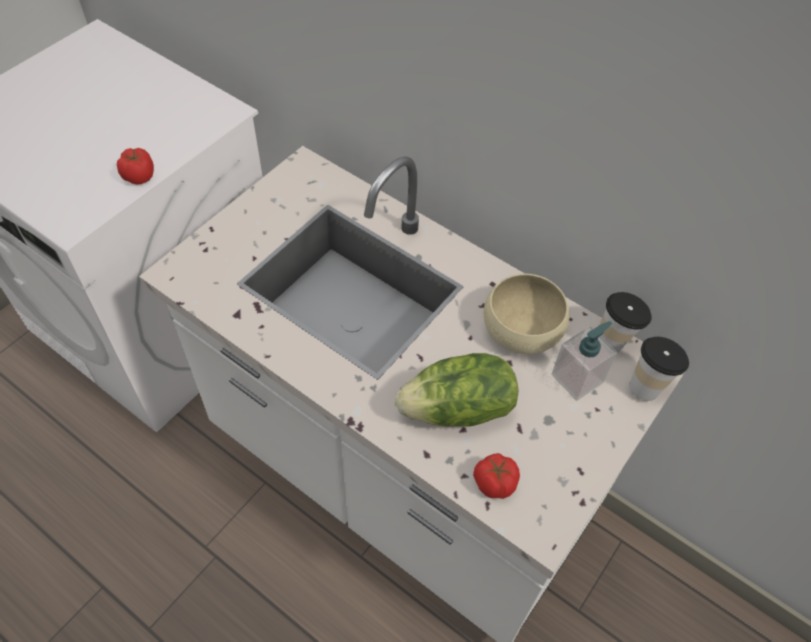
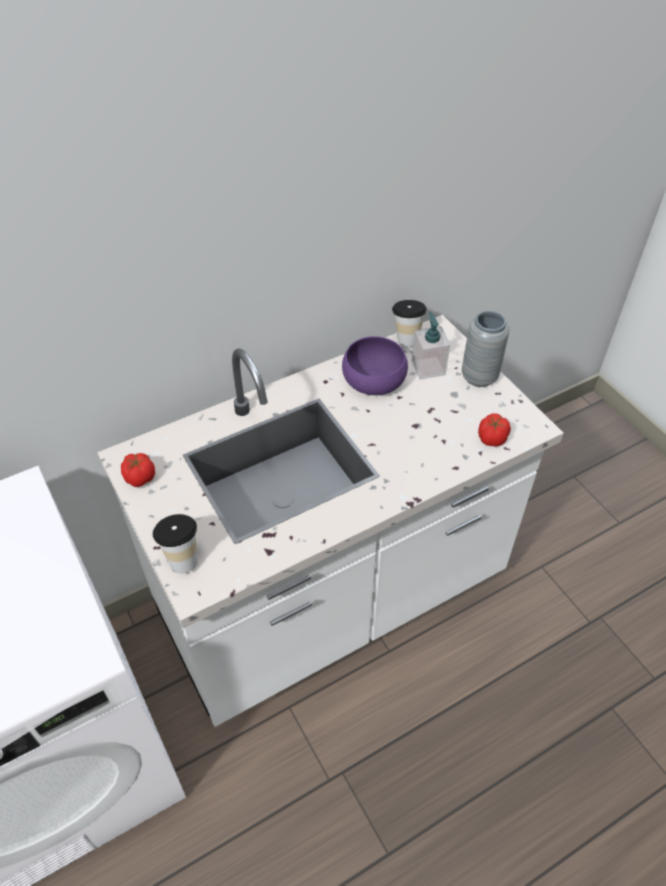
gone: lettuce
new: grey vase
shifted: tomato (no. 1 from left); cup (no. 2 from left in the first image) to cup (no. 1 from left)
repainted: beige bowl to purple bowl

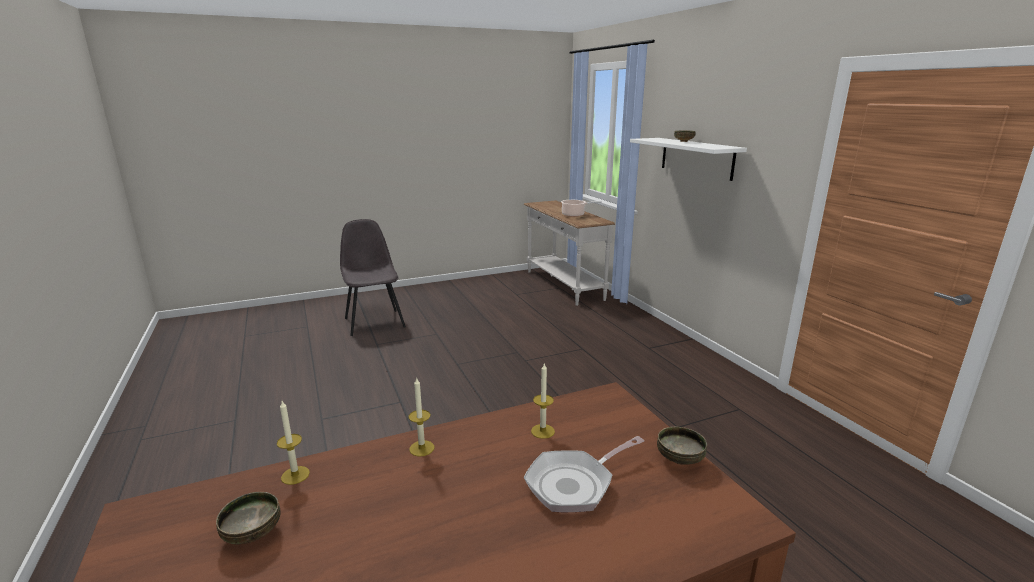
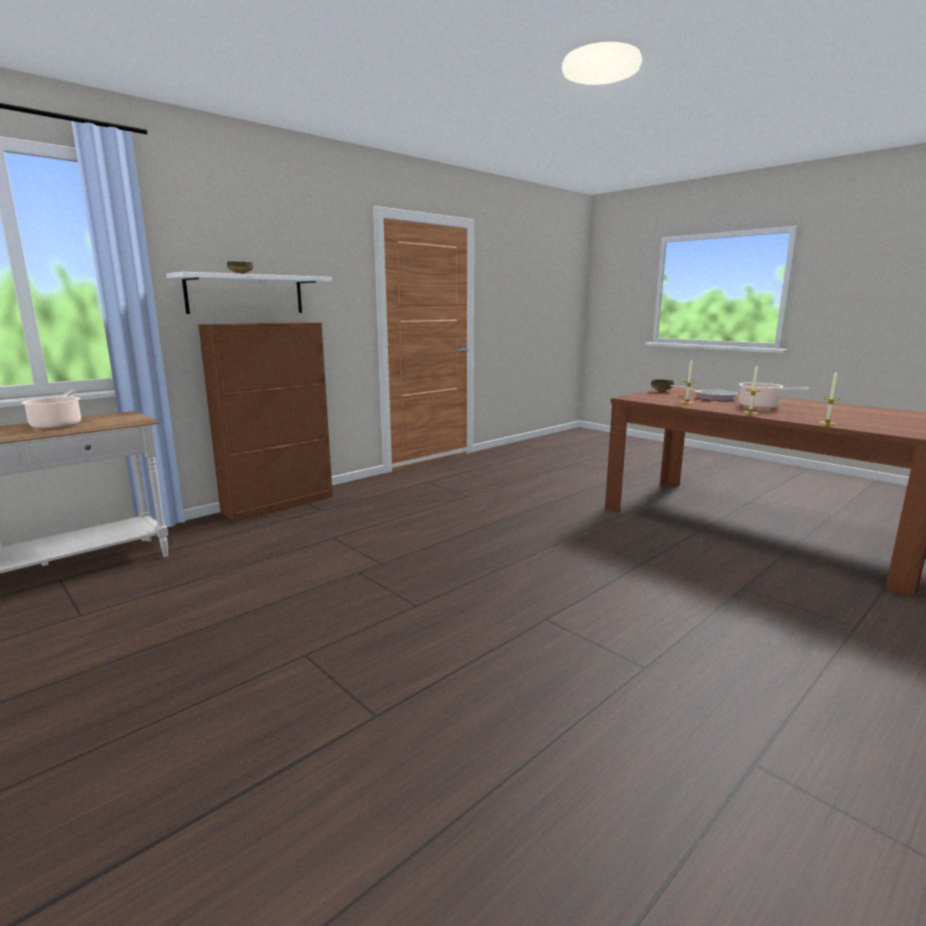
gone: bowl (no. 1 from left); grey chair
new: brown cabinet; cooking pot (no. 2 from left)

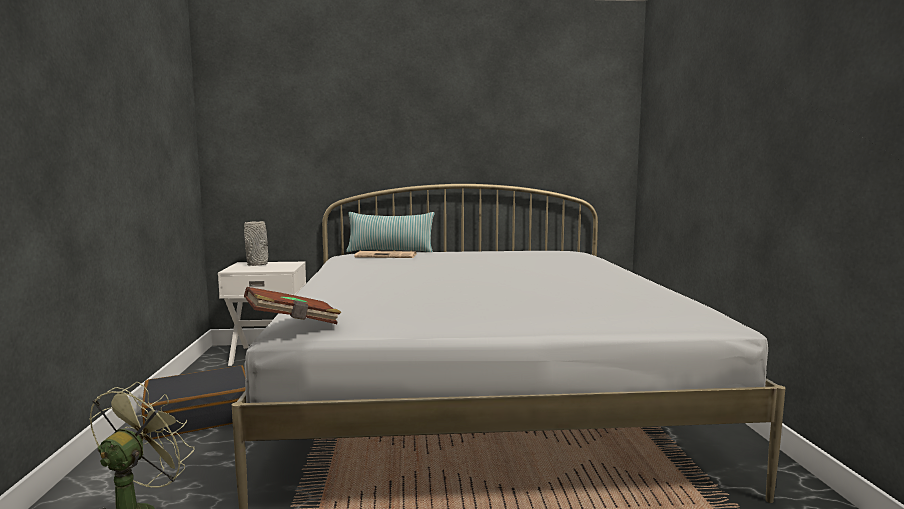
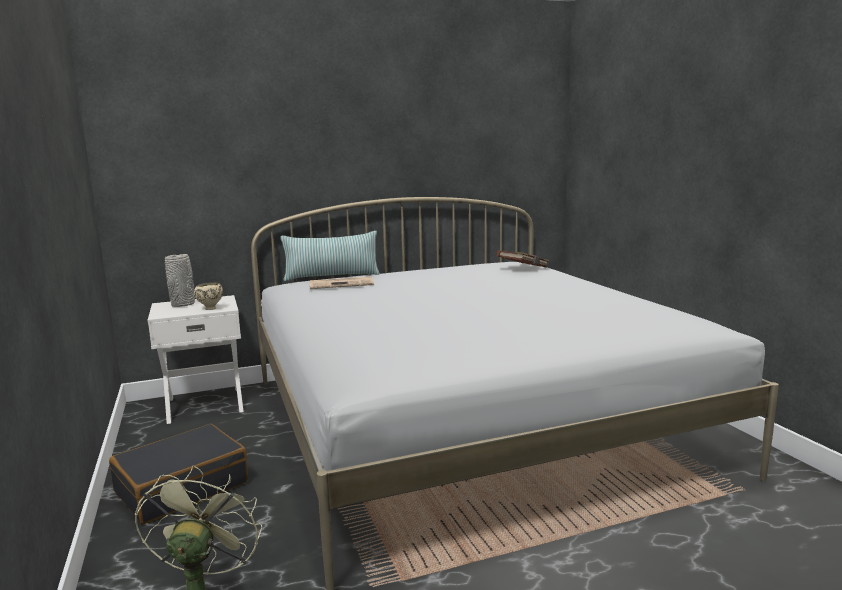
new: beige bowl
shifted: brown book

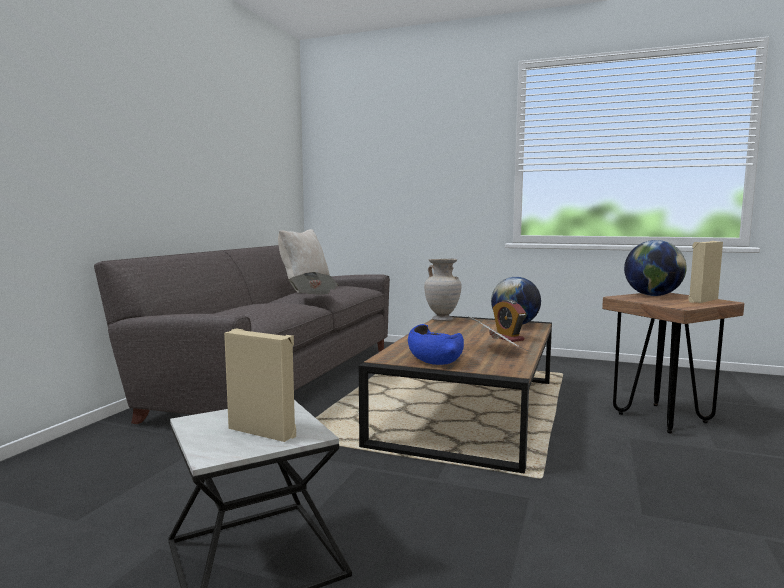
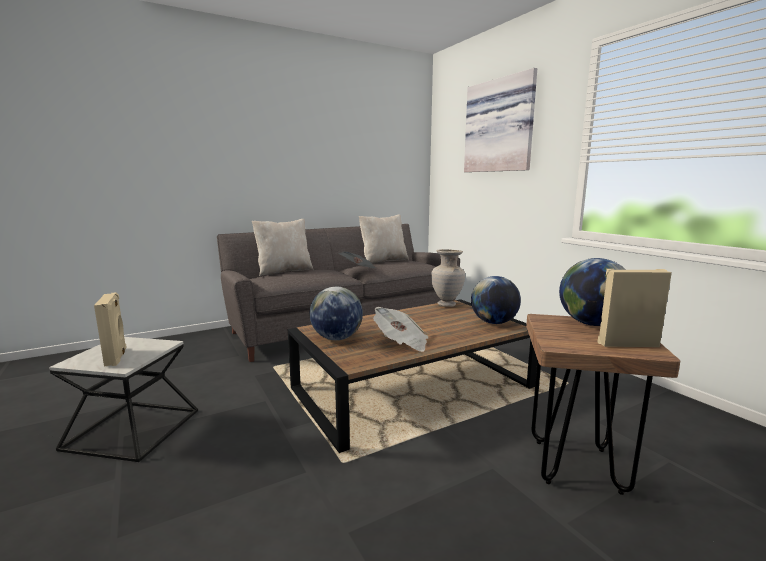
gone: alarm clock
new: beige pillow (no. 1 from left); picture
swapped: blue bowl to globe (no. 1 from left)

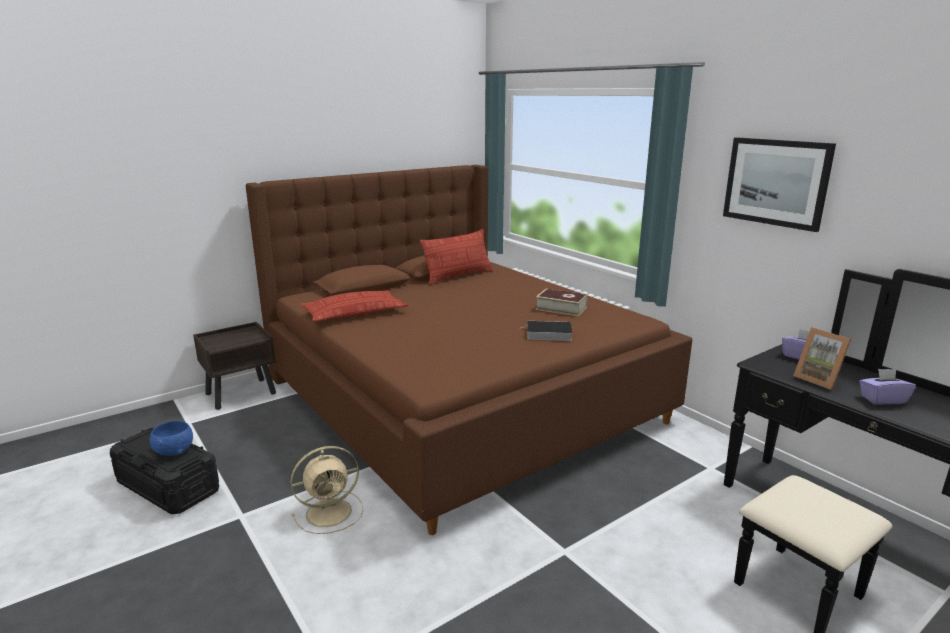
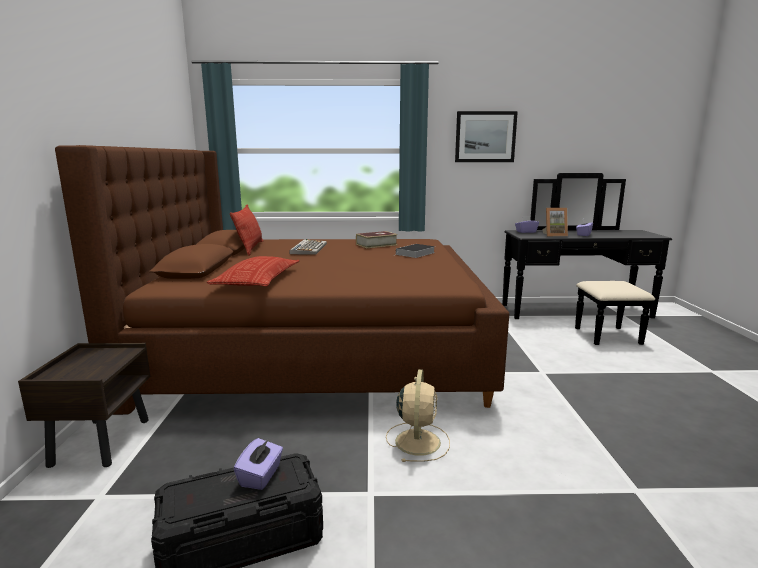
new: keyboard
swapped: blue bowl to purple tissue box (no. 1 from left)

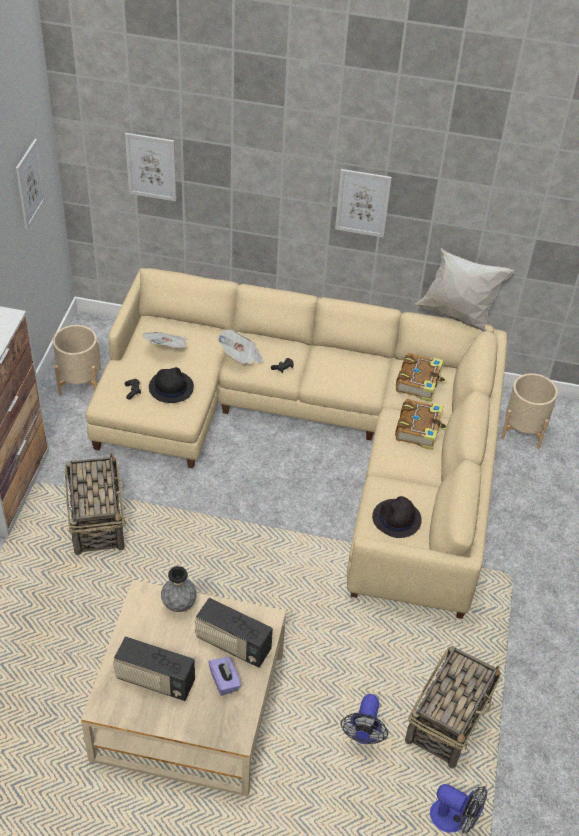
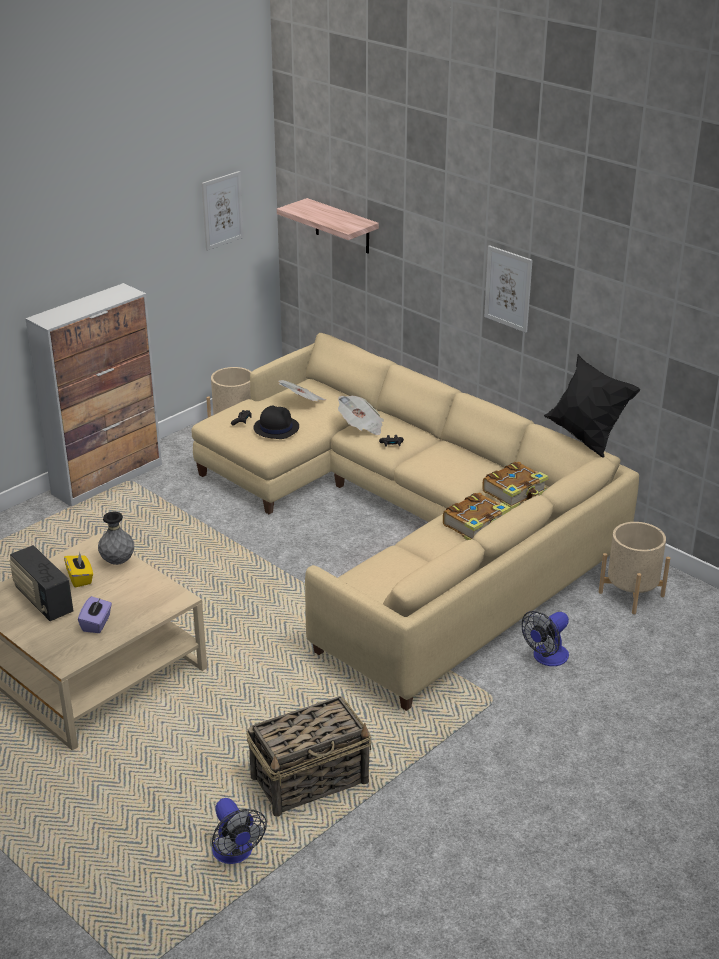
gone: basket (no. 1 from left); radio (no. 2 from left); black hat (no. 2 from left)
new: yellow tissue box
shifted: fan (no. 1 from left in the first image) to fan (no. 2 from left)
swapped: picture (no. 2 from left) to shelf
repainted: white pillow to black pillow

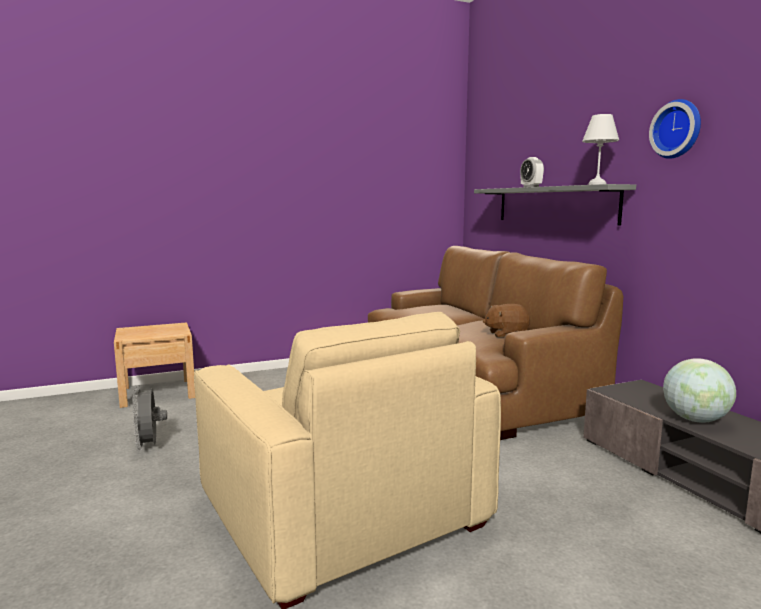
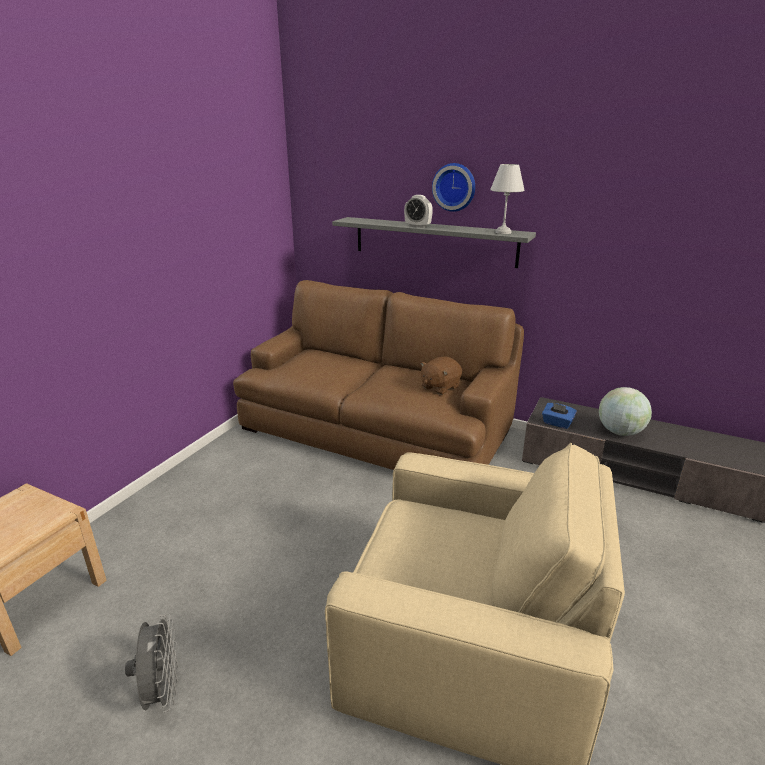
new: blue tissue box
shifted: wall clock
rotated: grey fan 135 degrees counterclockwise

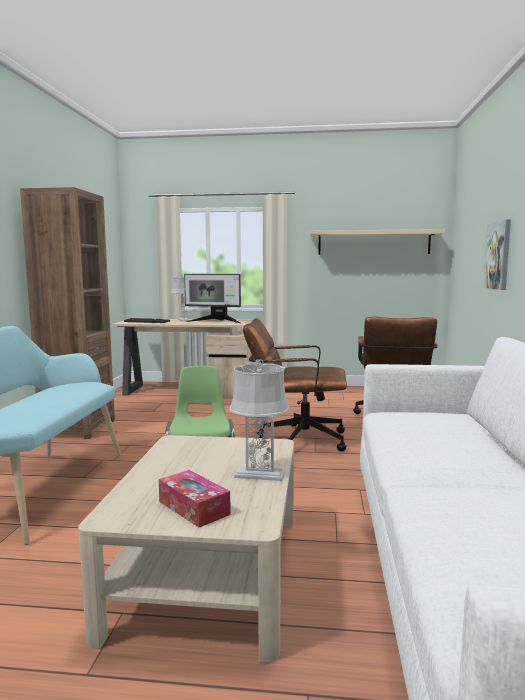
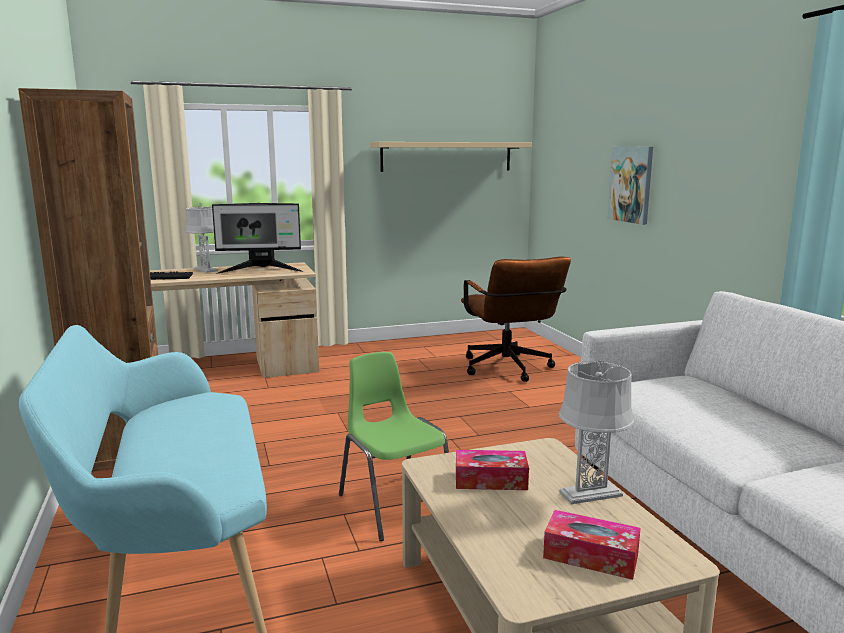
gone: brown office chair (no. 1 from left)
new: tissue box (no. 1 from left)

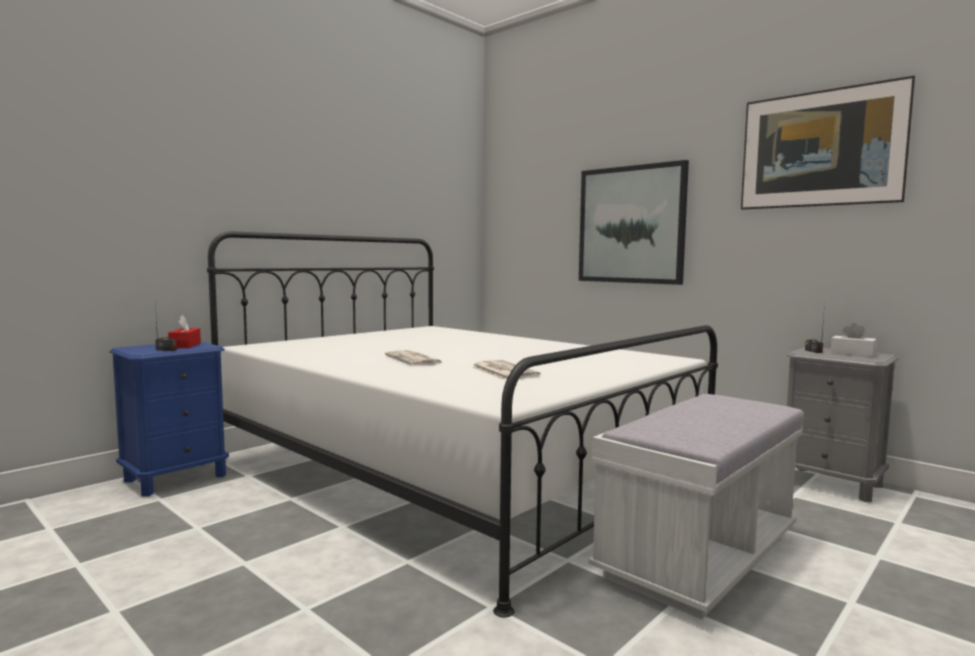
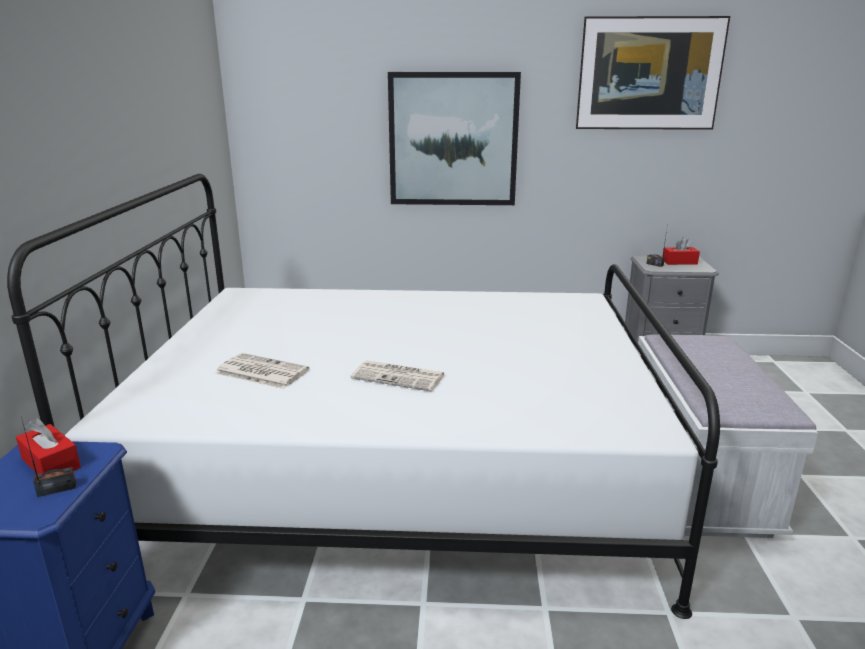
shifted: newspaper (no. 2 from left in the first image) to newspaper (no. 1 from left)
repainted: white tissue box to red tissue box (no. 2 from left)

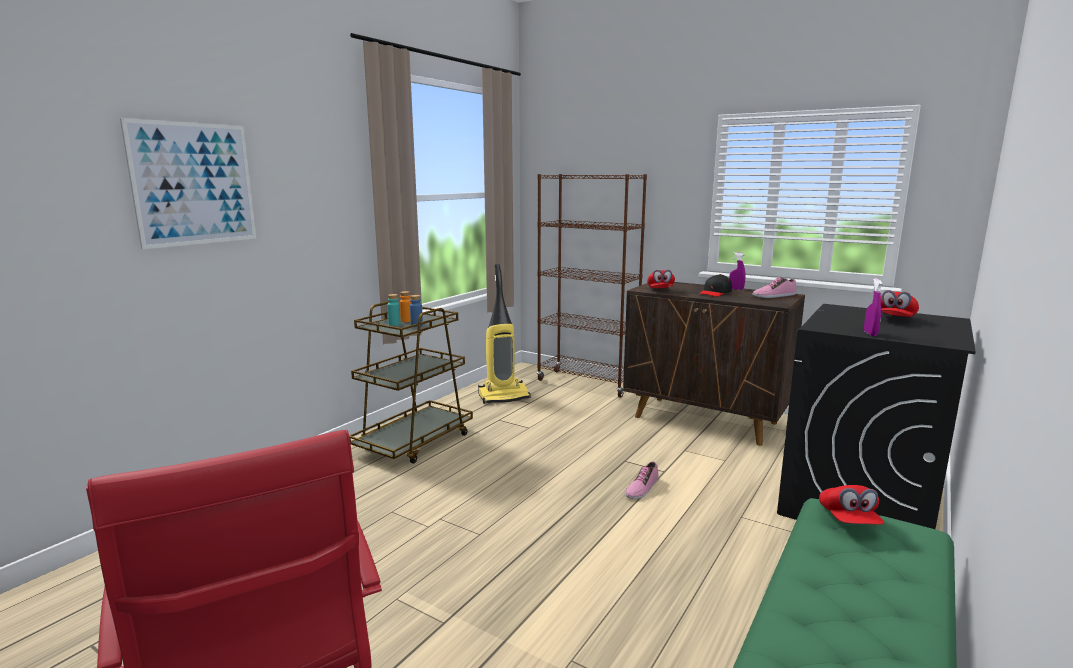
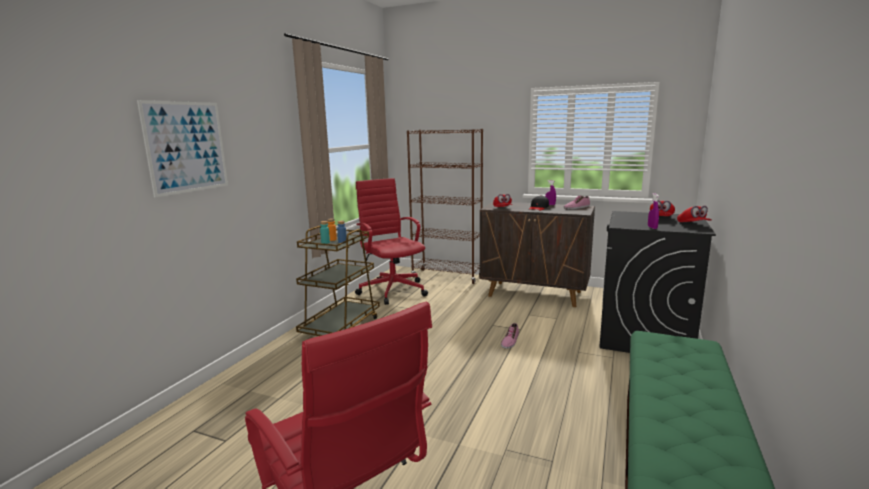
shifted: red cap (no. 2 from left in the first image) to red cap (no. 3 from left)
swapped: vacuum cleaner to red office chair (no. 2 from left)

